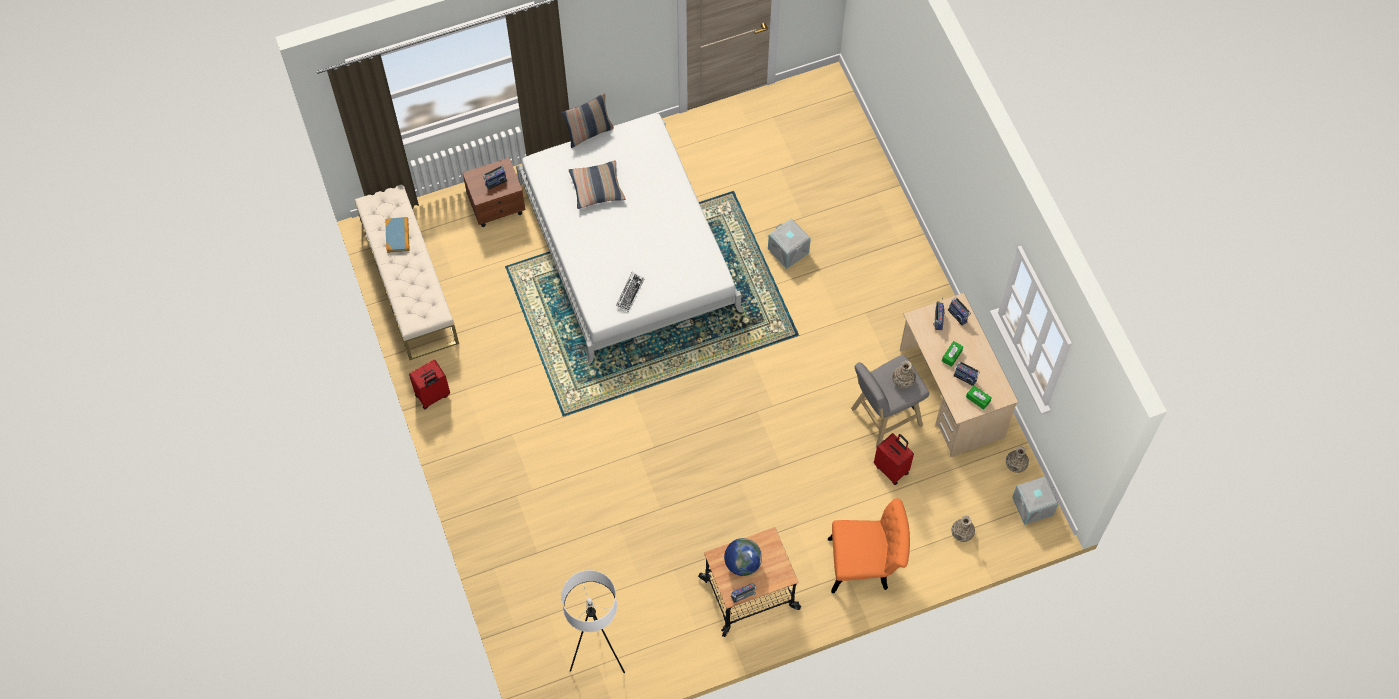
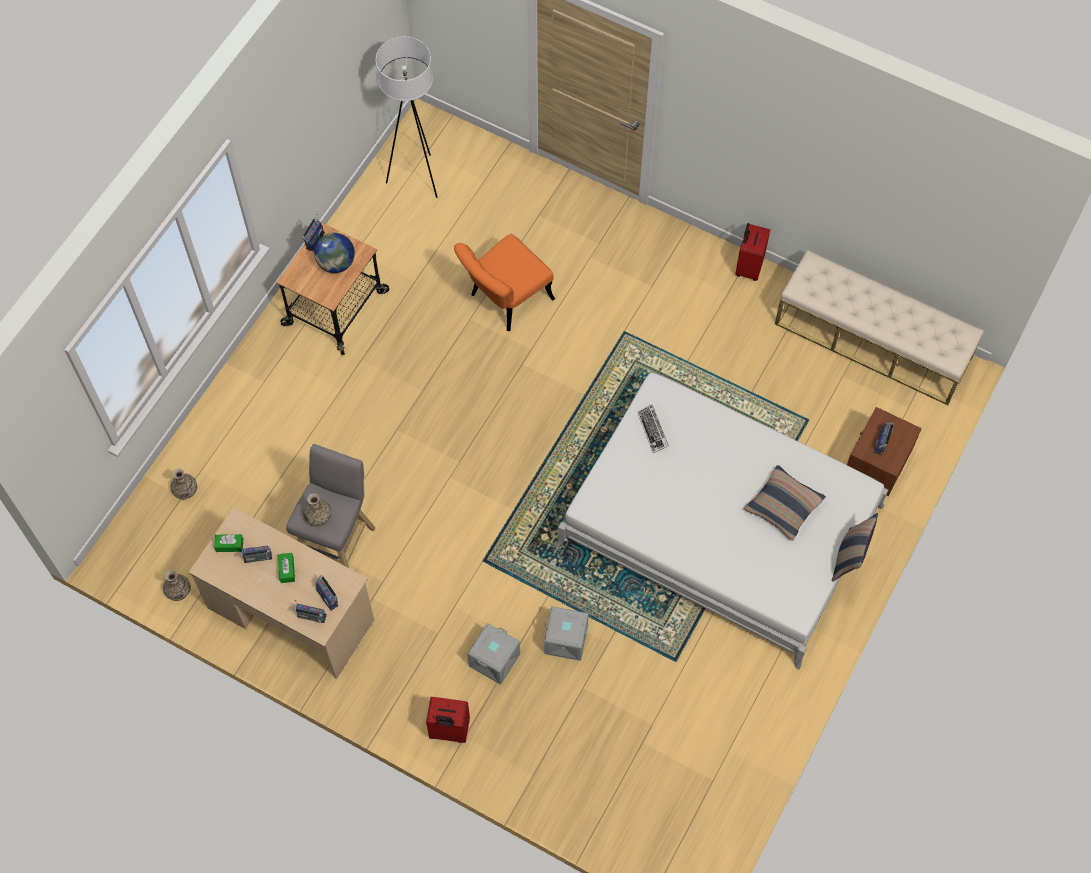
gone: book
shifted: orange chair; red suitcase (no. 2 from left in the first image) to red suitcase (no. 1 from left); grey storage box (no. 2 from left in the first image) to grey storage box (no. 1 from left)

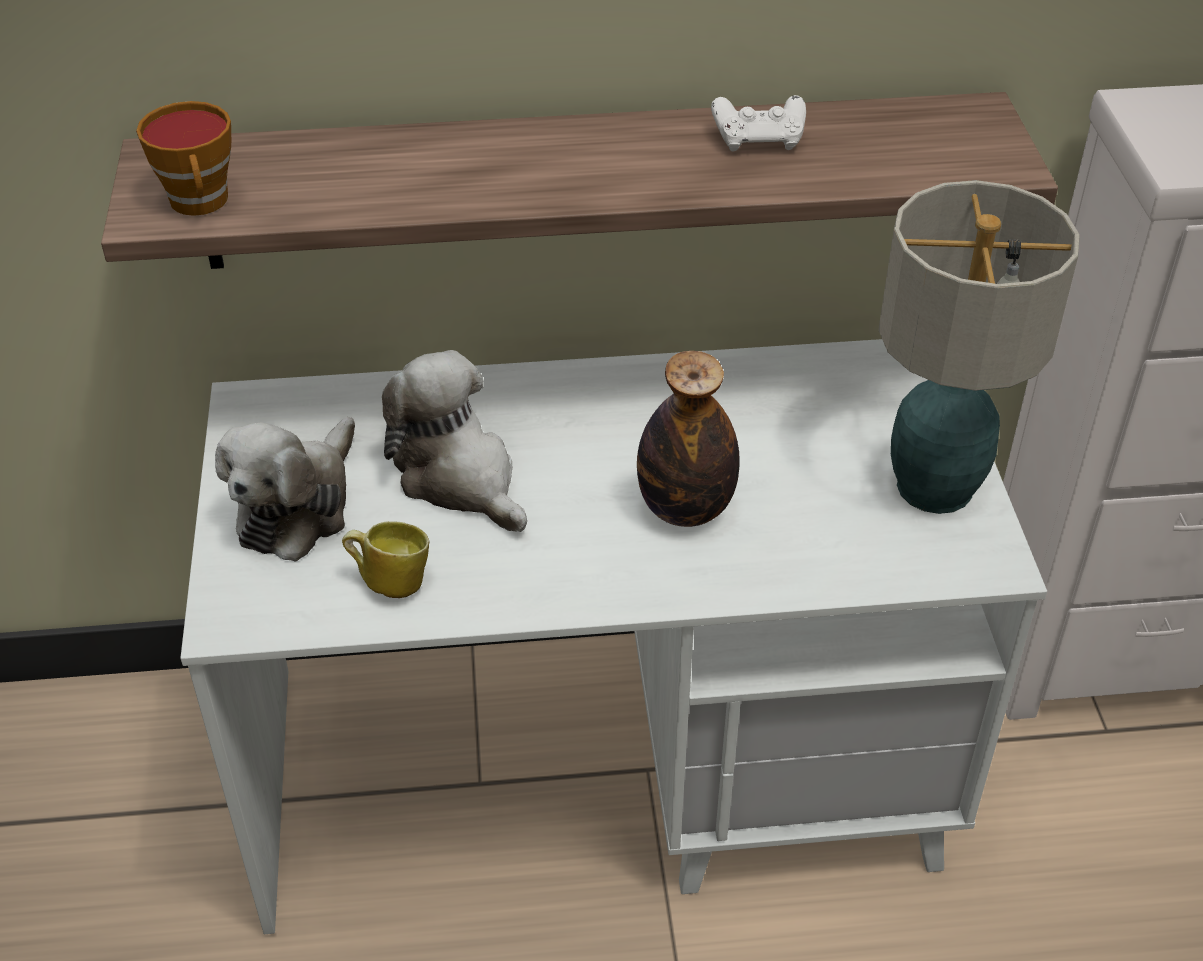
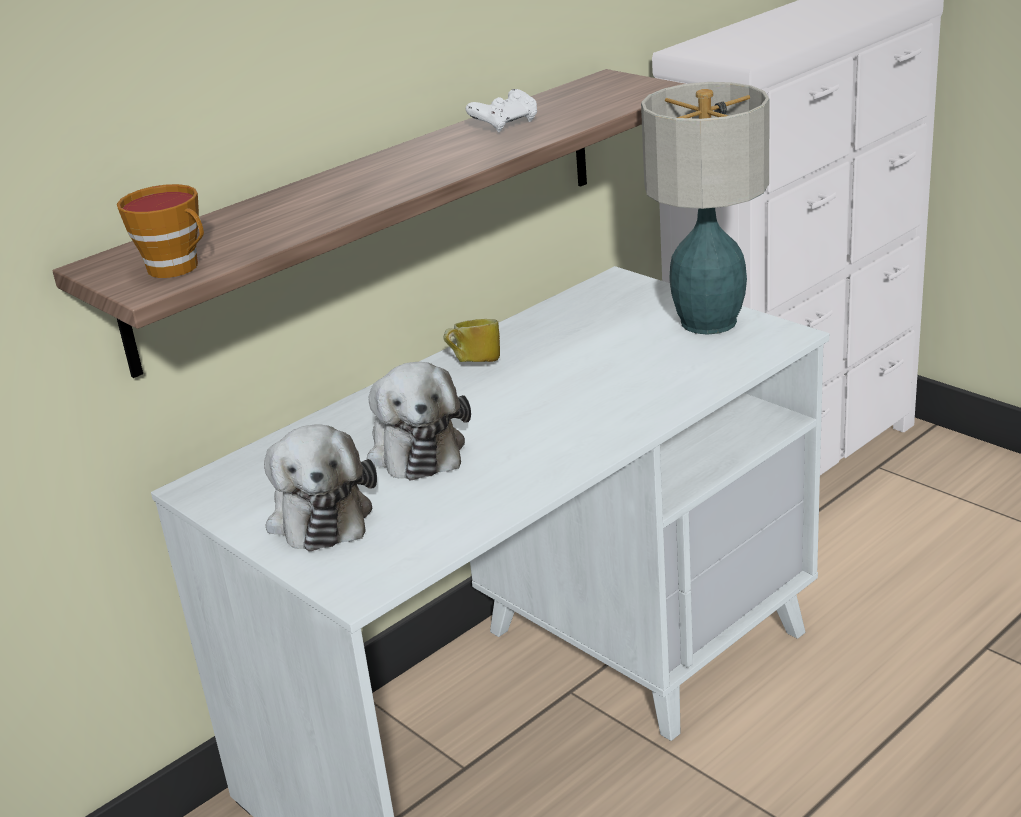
gone: bottle
shifted: mug
rotated: plush toy (no. 2 from left) 120 degrees counterclockwise

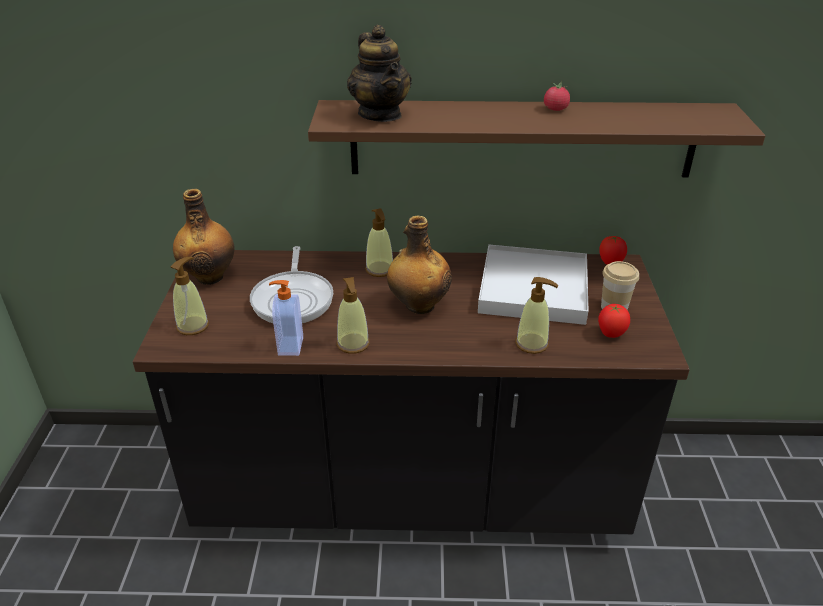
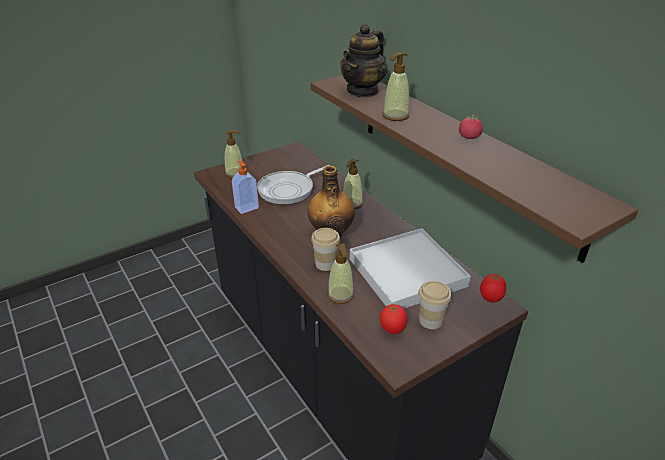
gone: bottle (no. 1 from left)
new: cup (no. 1 from left)
shifted: soap dispenser (no. 3 from left in the first image) to soap dispenser (no. 5 from left)

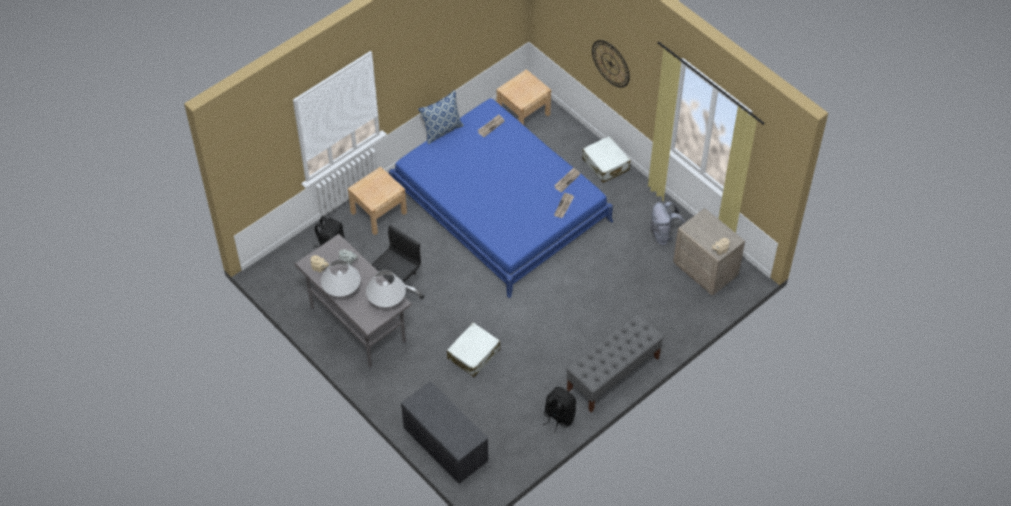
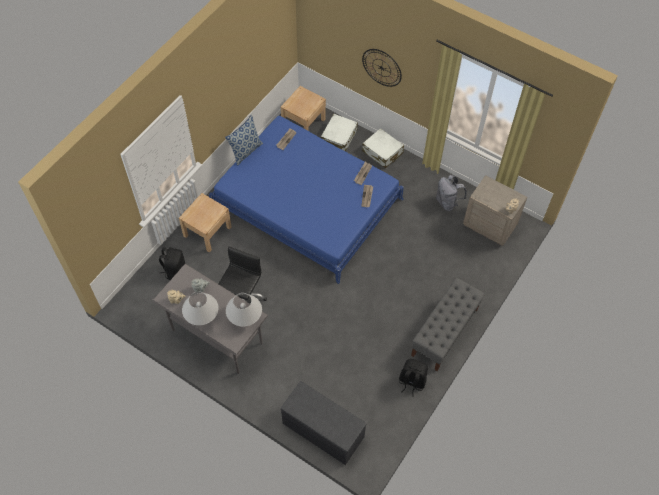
shifted: white suitcase (no. 1 from left)

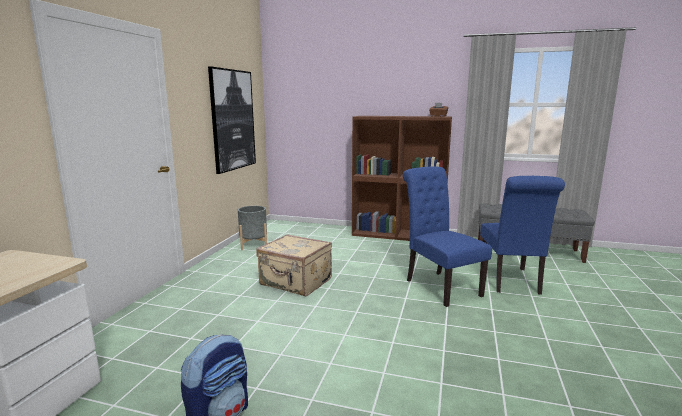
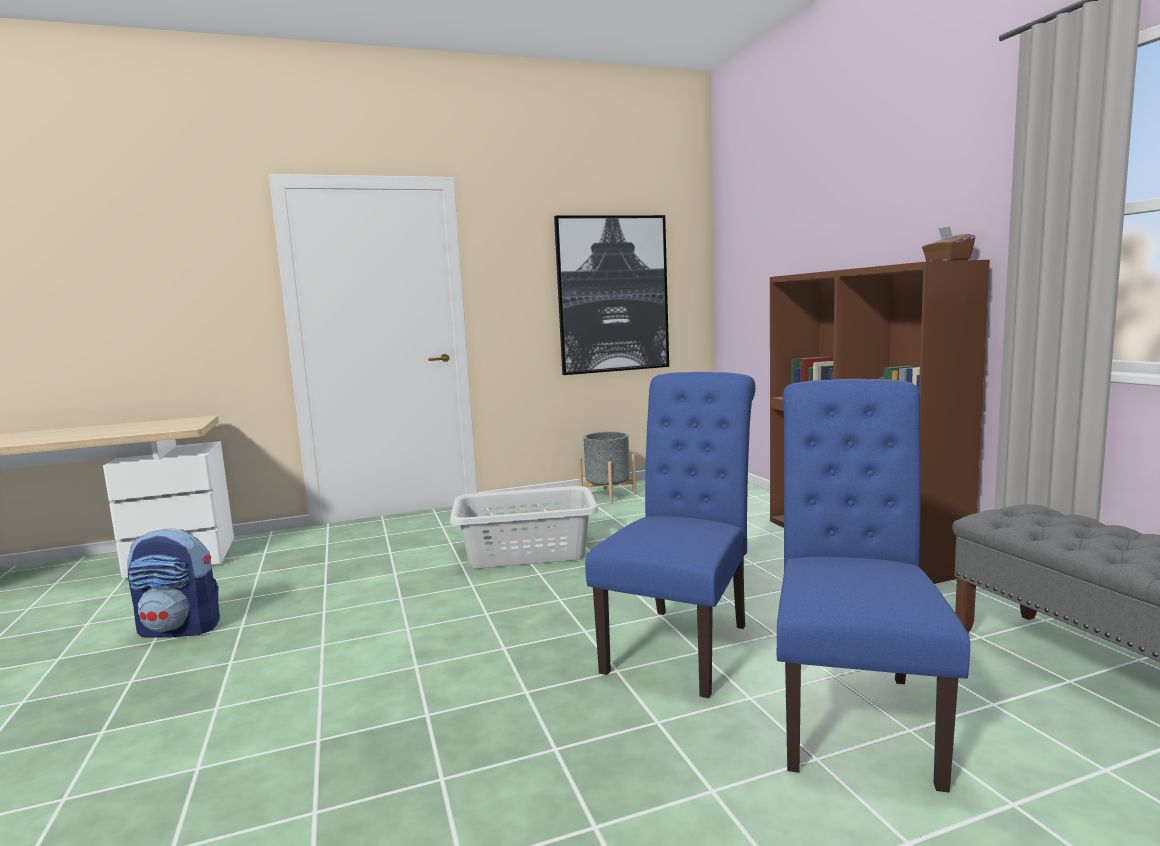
swapped: beige suitcase to grey laundry basket
rotated: blue chair (no. 2 from left) 135 degrees clockwise

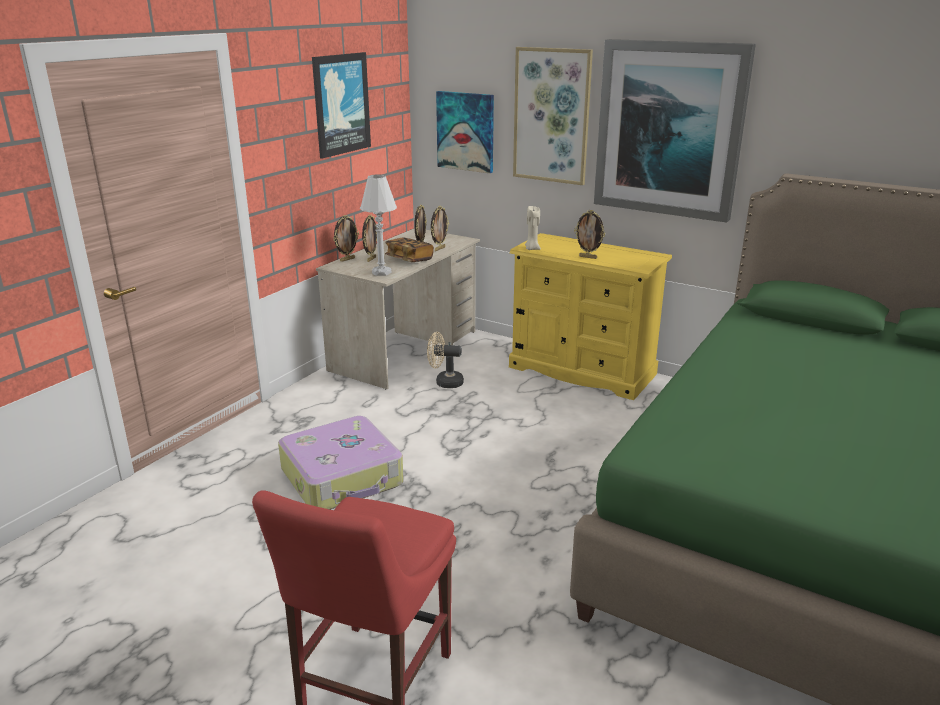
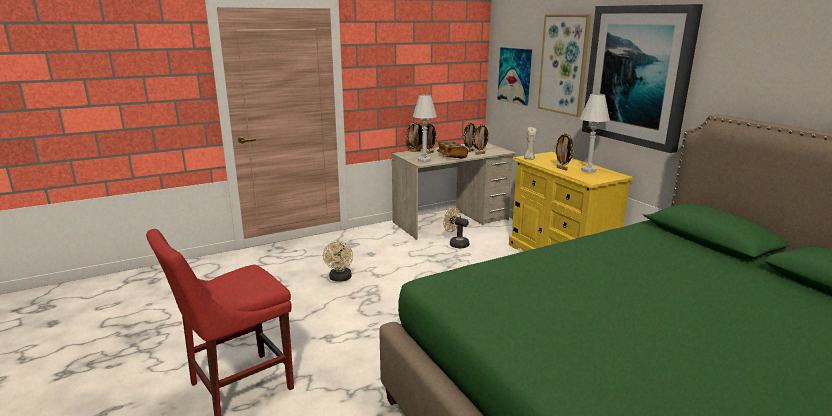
gone: picture (no. 1 from left)
new: white table lamp (no. 2 from left)
swapped: suitcase to beige fan (no. 1 from left)

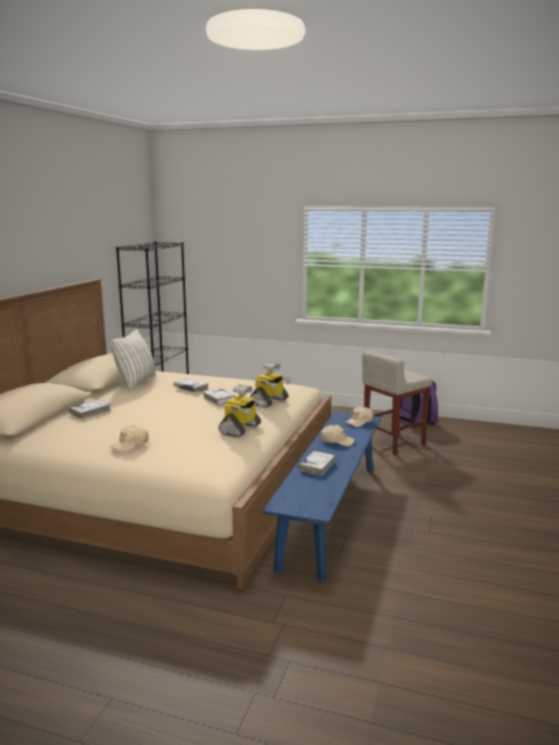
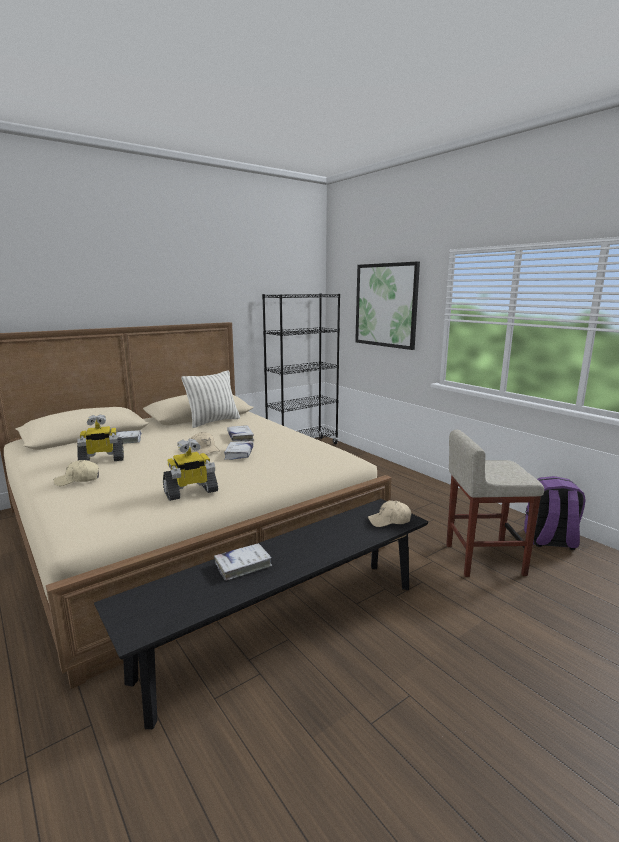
new: picture
shifted: toy robot (no. 2 from left in the first image) to toy robot (no. 1 from left); beige cap (no. 2 from left)
repainted: blue bench to black bench

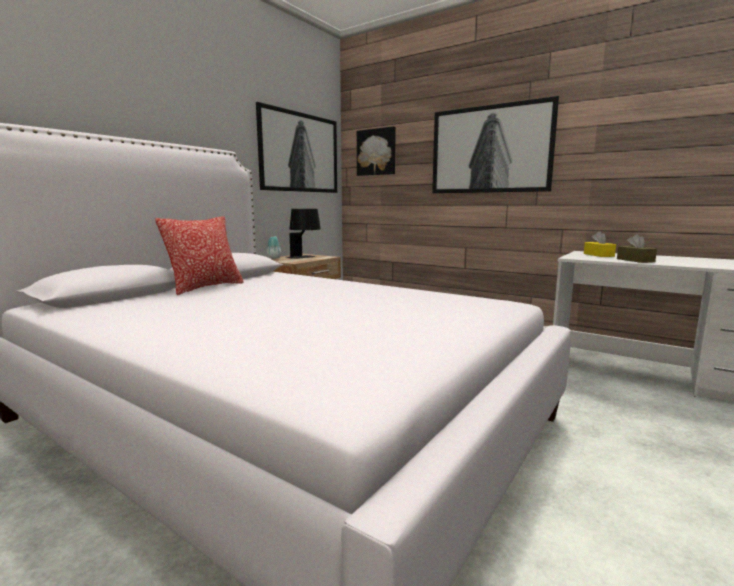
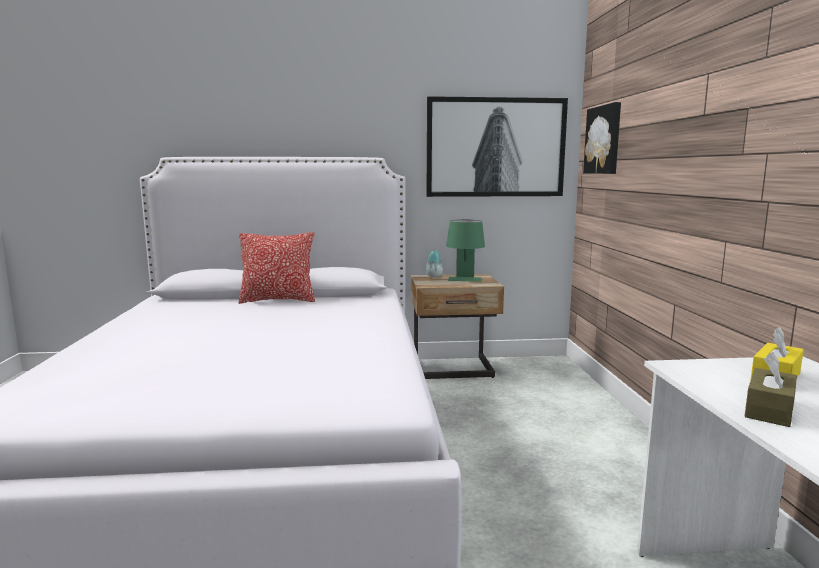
gone: picture (no. 3 from left)
repainted: black table lamp to green table lamp

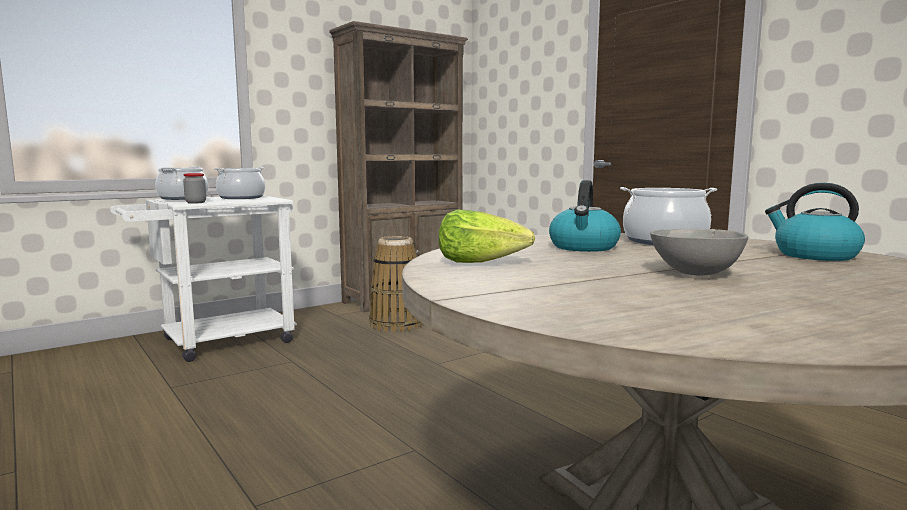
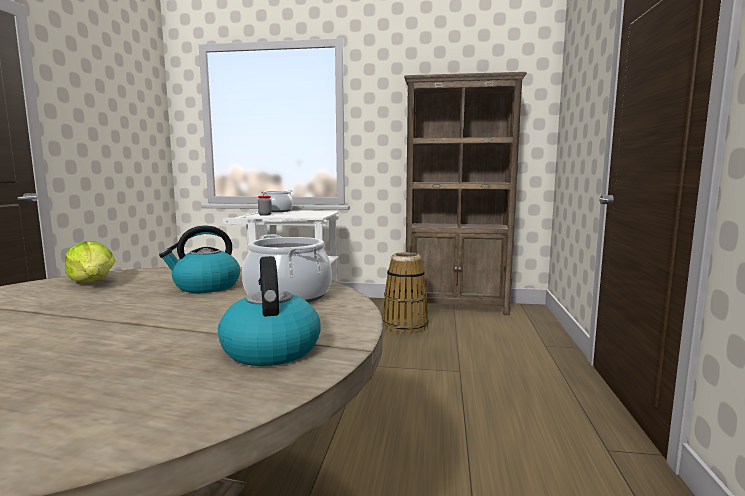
gone: cooking pot (no. 2 from left); grey bowl

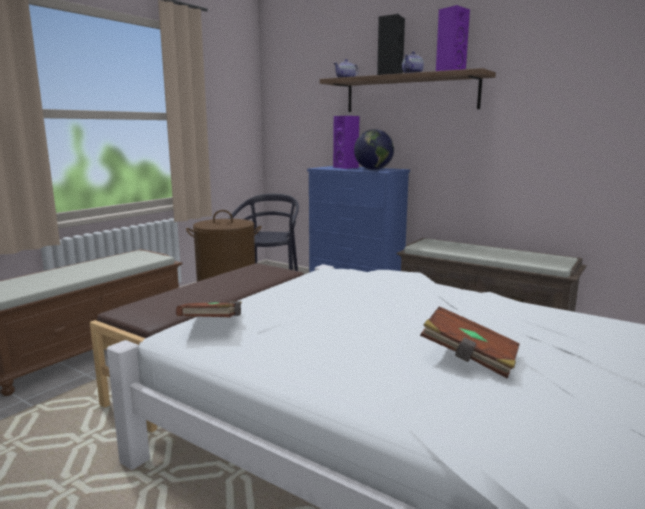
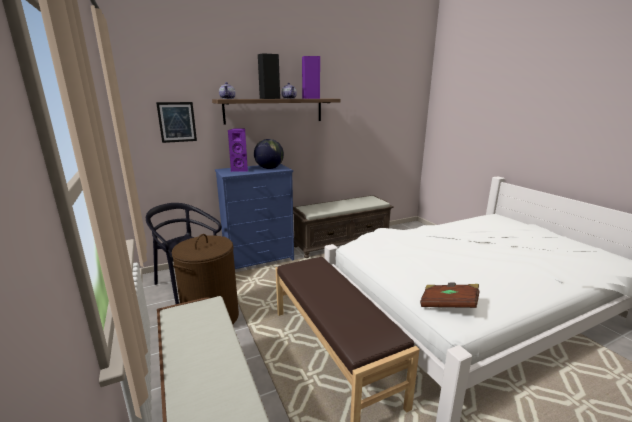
gone: brown book (no. 2 from left)
new: picture

